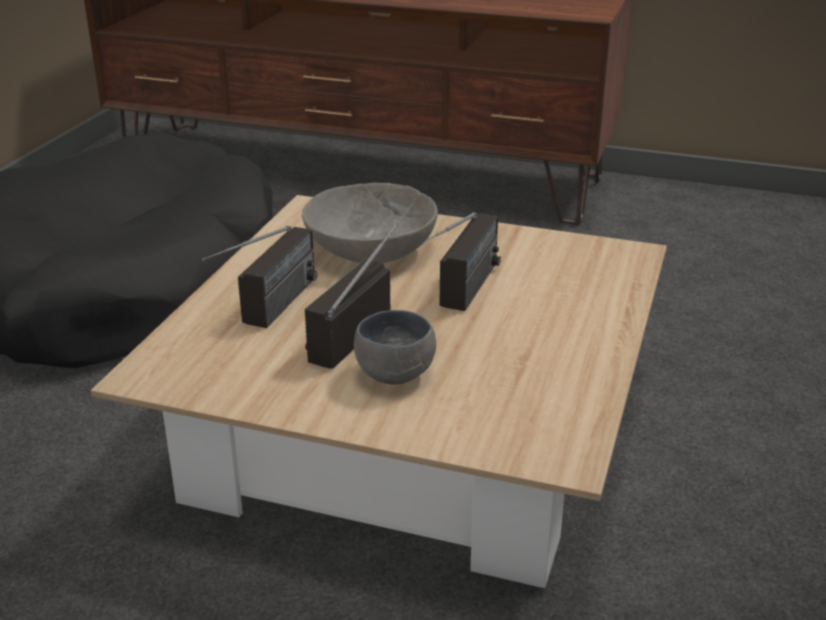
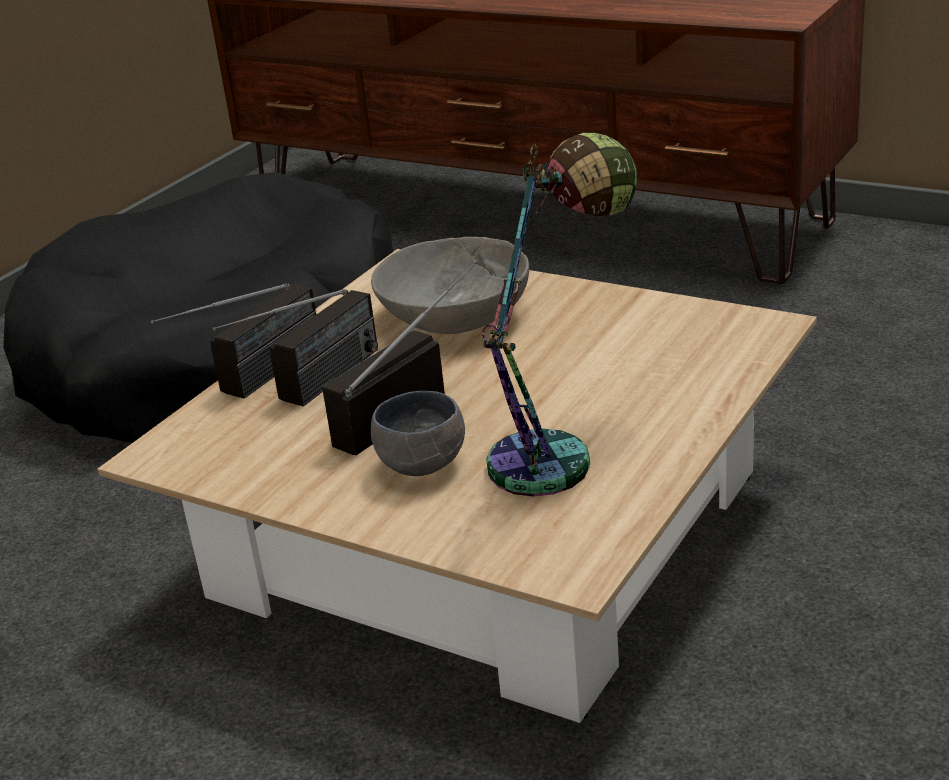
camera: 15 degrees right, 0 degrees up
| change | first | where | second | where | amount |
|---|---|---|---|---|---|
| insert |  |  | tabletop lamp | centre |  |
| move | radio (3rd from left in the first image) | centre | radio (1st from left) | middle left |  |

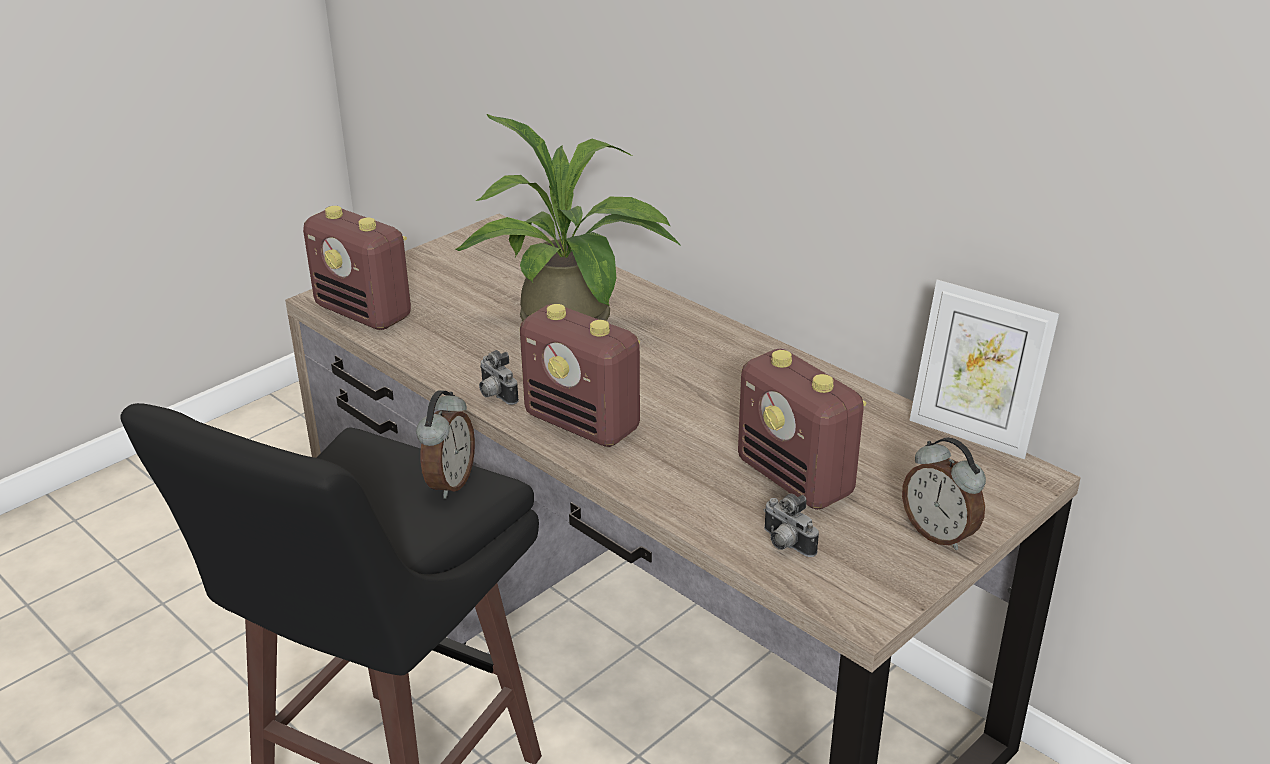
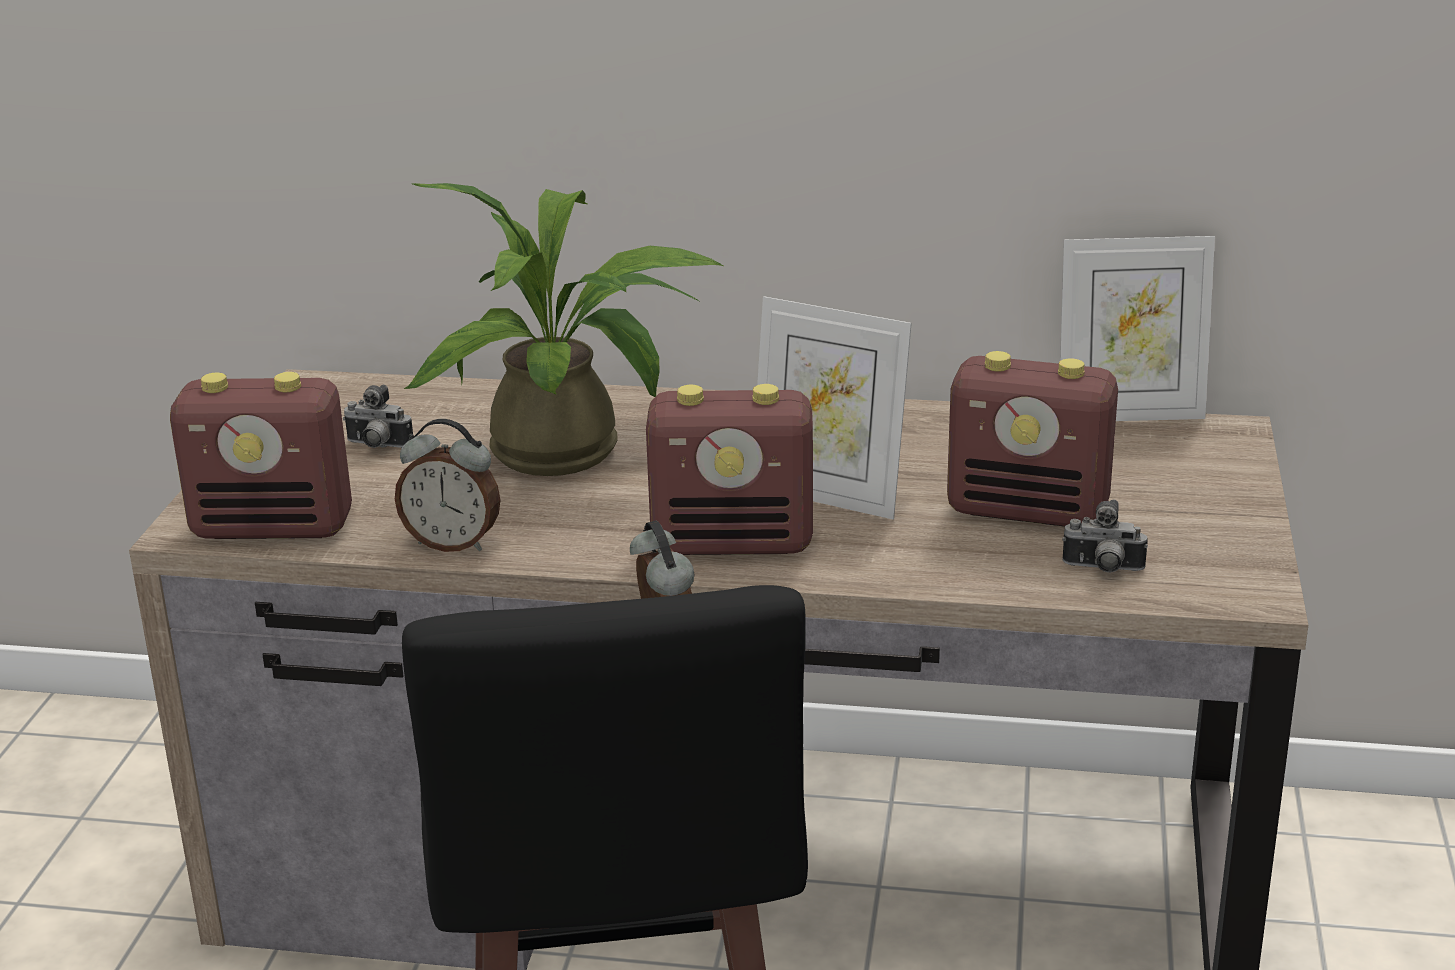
camera: 35 degrees left, 5 degrees down
| change | first | where | second | where | amount |
|---|---|---|---|---|---|
| insert |  |  | picture frame (1st from left) | centre |  |
| move | photo camera (1st from left) | centre |  | middle left |  |
| move | table clock (2nd from left in the first image) | middle right | table clock (1st from left) | middle left |  |

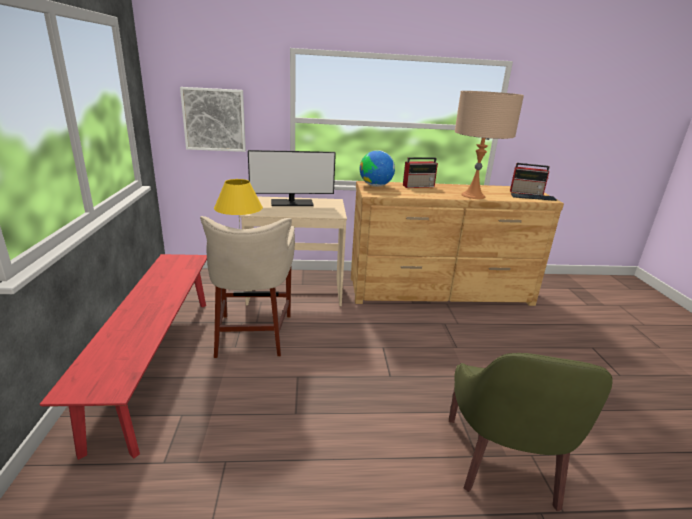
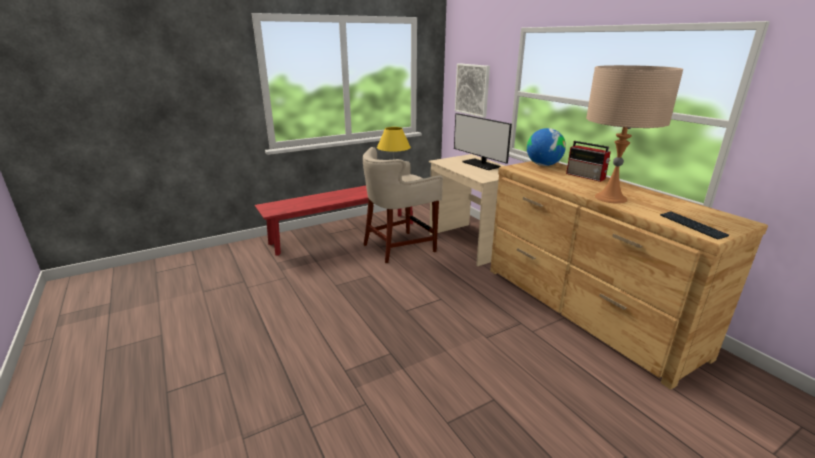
camera: 65 degrees right, 0 degrees up
| change | first | where | second | where | amount |
|---|---|---|---|---|---|
| delete | green armchair | bottom right |  |  |  |
| delete | radio (2nd from left) | middle right |  |  |  |

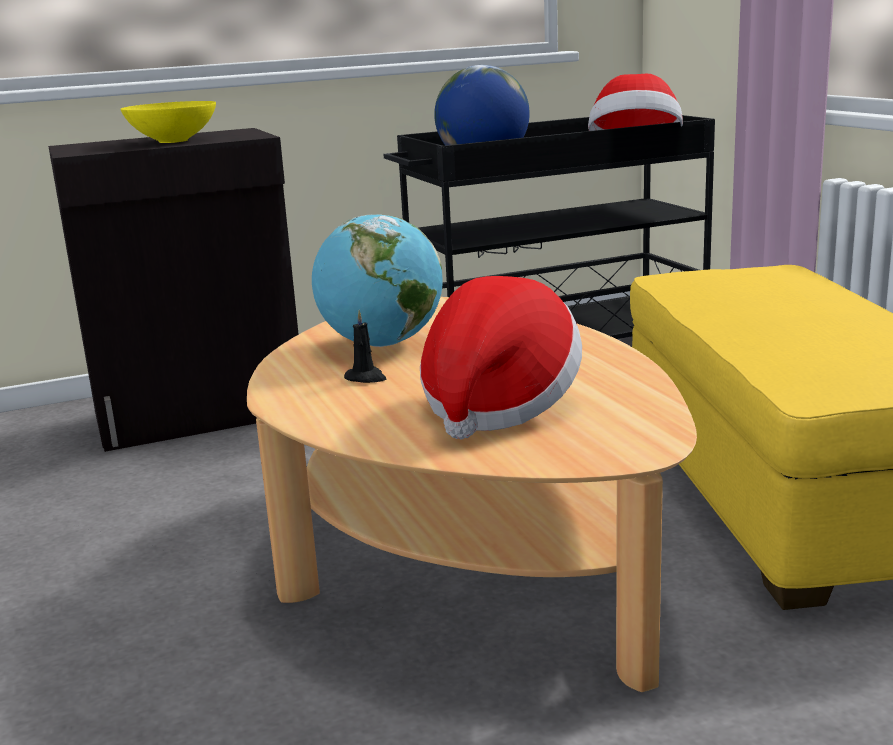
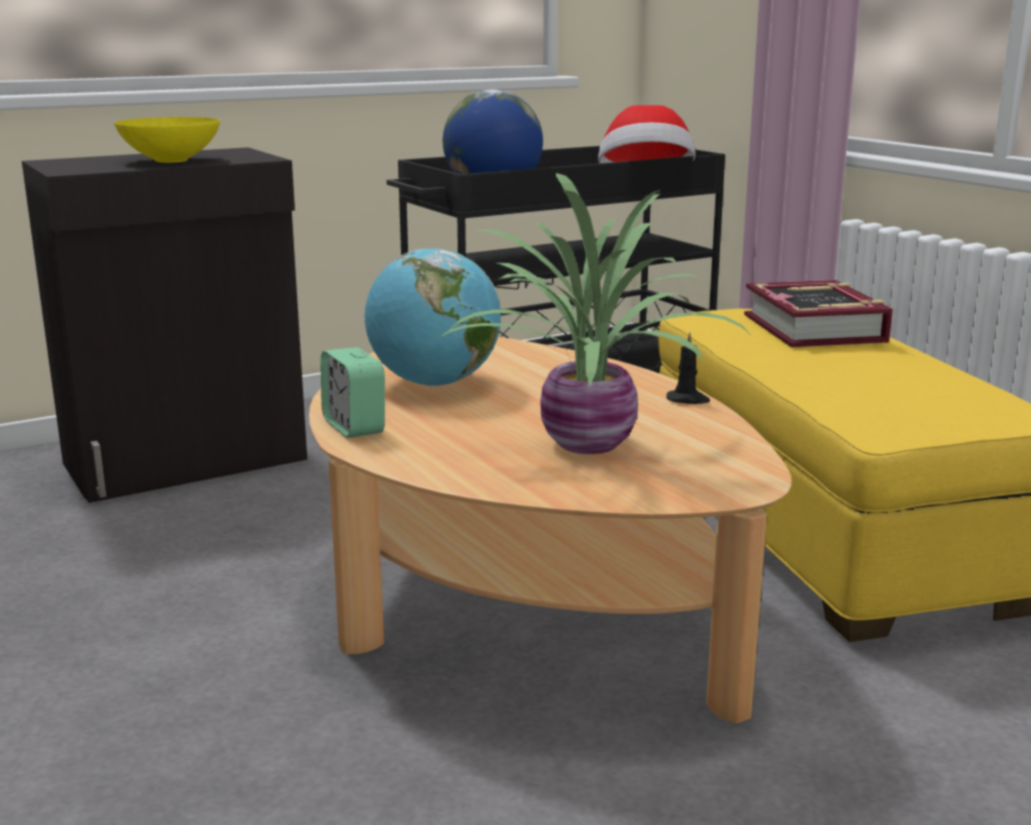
camera: 10 degrees left, 0 degrees up
| change | first | where | second | where | amount |
|---|---|---|---|---|---|
| insert |  |  | table clock | centre |  |
| insert |  |  | bound book | middle right |  |
| move | black candle | centre |  | middle right |  |
| replace | hat (1st from left) | centre | potted plant | centre |  |

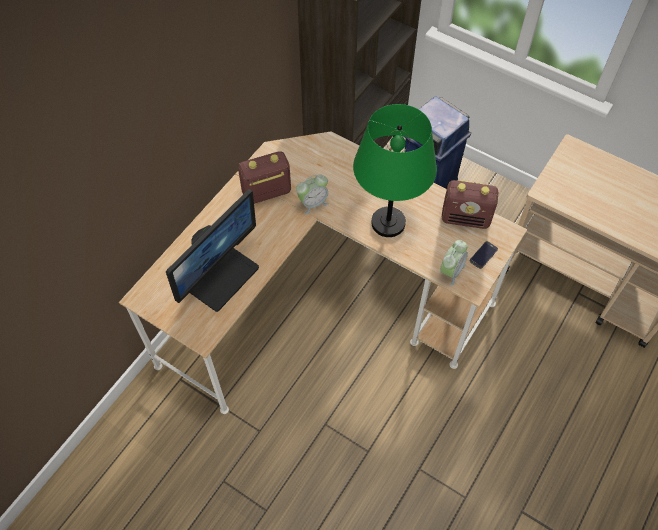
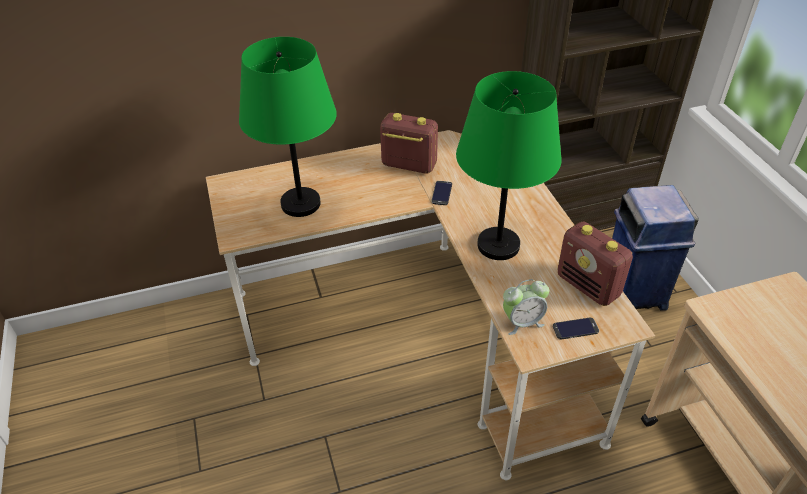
camera: 40 degrees right, 15 degrees down
| change | first | where | second | where | amount |
|---|---|---|---|---|---|
| replace | computer display | middle left | green tabletop lamp (1st from left) | top centre |  |
| replace | table clock (1st from left) | centre | telephone (1st from left) | centre |  |

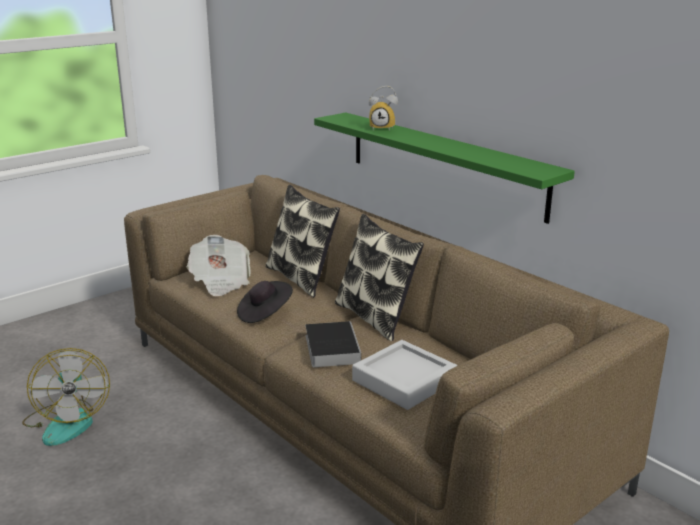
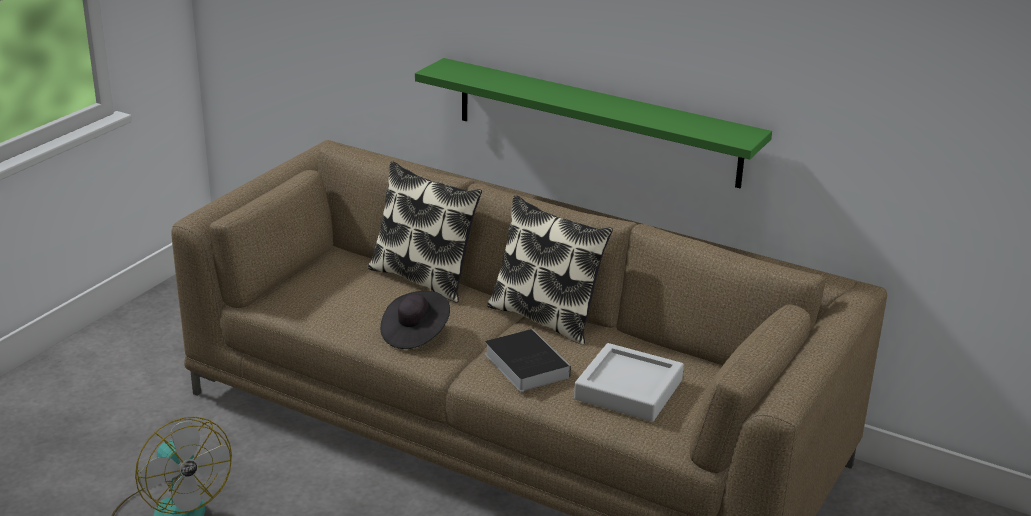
camera: 20 degrees left, 5 degrees up
| change | first | where | second | where | amount |
|---|---|---|---|---|---|
| delete | printed paper | middle left |  |  |  |
| delete | table clock | top centre |  |  |  |

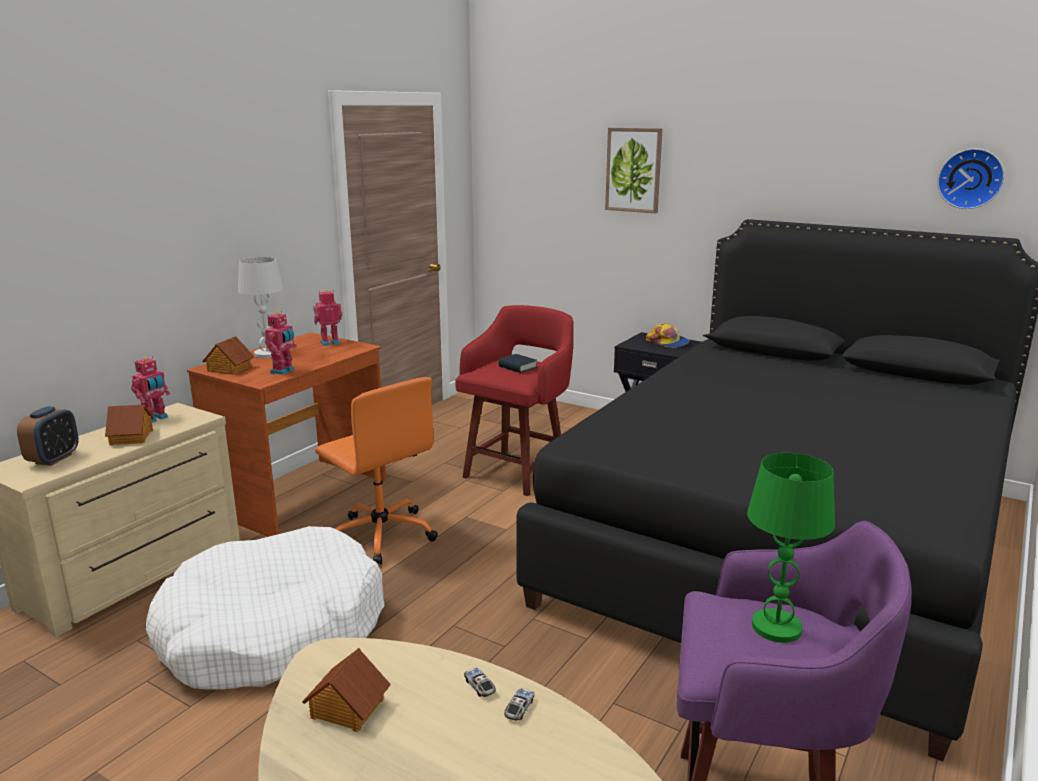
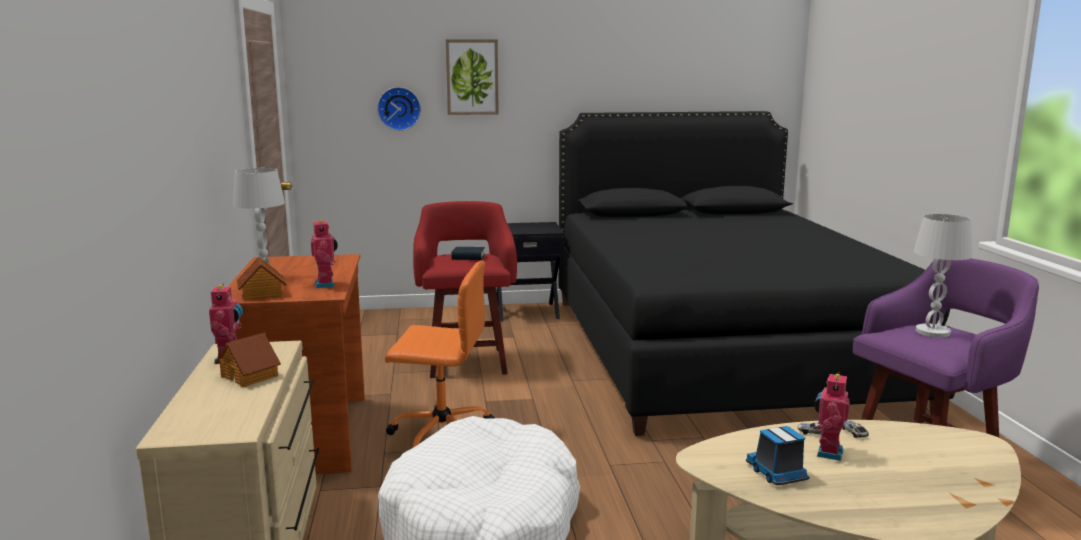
camera: 40 degrees left, 5 degrees down
| change | first | where | second | where | amount |
|---|---|---|---|---|---|
| delete | table clock | middle left |  |  |  |
| delete | baseball cap | centre |  |  |  |
| move | robot figure (3rd from left) | middle left |  | bottom right |  |
| move | clock on the wall | top right |  | top centre |  |
| replace | toy house (3rd from left) | bottom centre | toy lorry | bottom right |  |
| recolor | green tabletop lamp | bottom right | white tabletop lamp (2nd from left) | middle right |  |

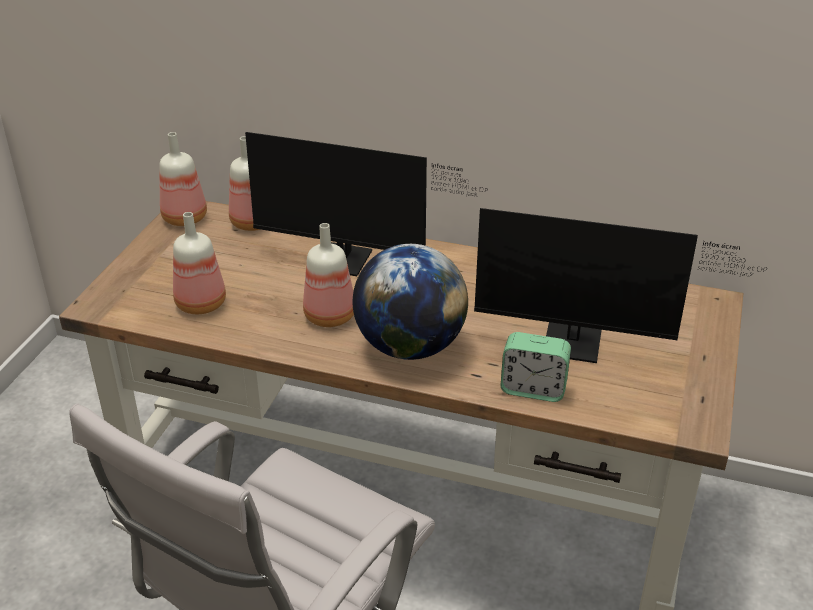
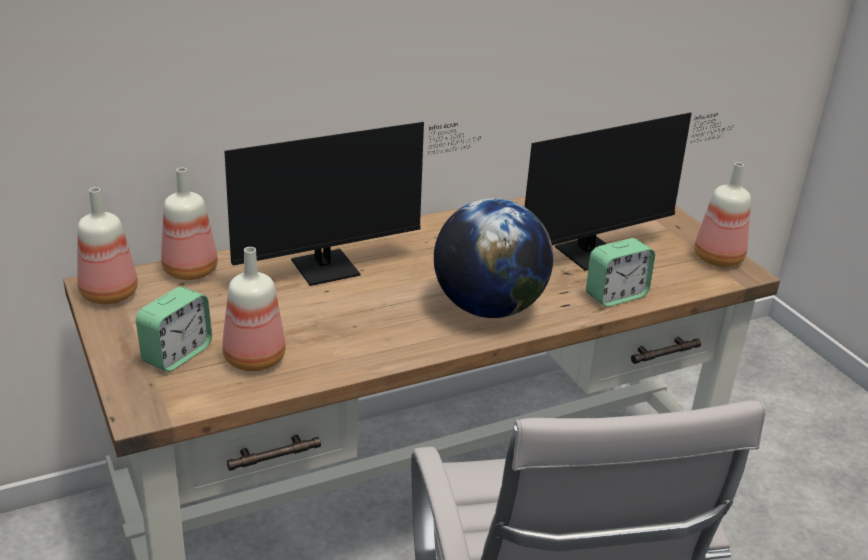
camera: 45 degrees left, 5 degrees down
| change | first | where | second | where | amount |
|---|---|---|---|---|---|
| insert |  |  | table clock (1st from left) | middle left |  |
| move | beverage bottle (4th from left) | centre |  | middle right |  |

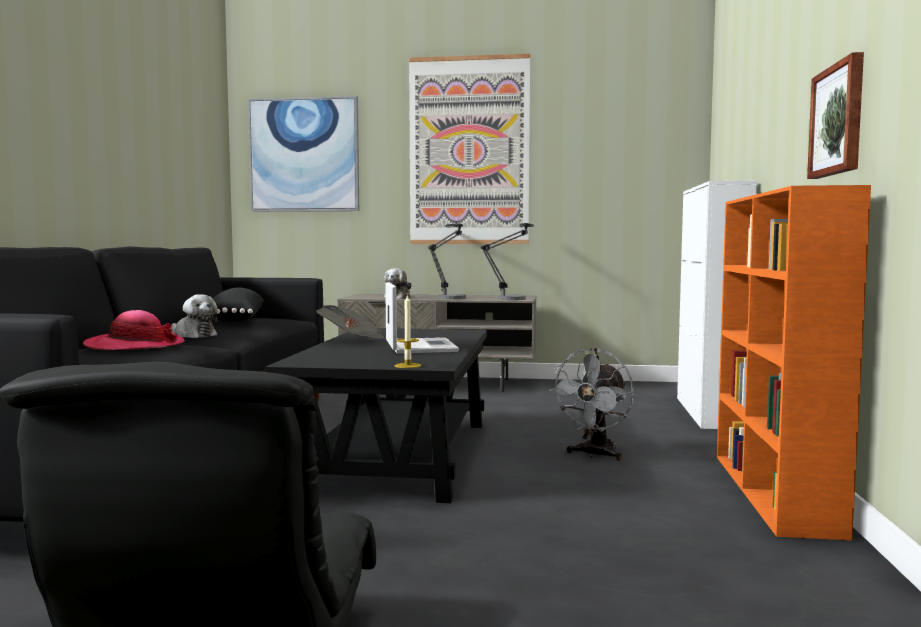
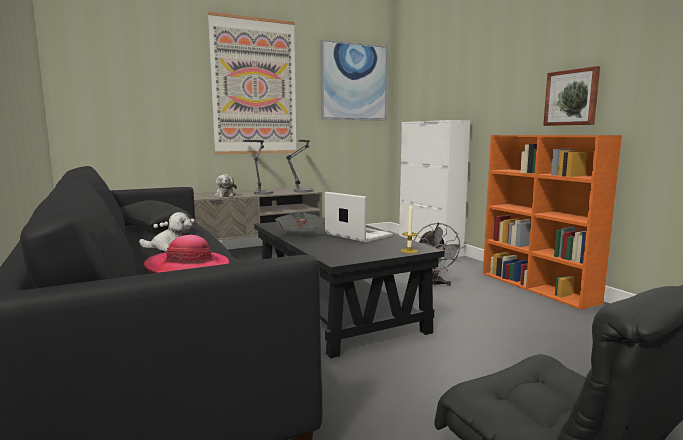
camera: 35 degrees left, 5 degrees up
| change | first | where | second | where | amount |
|---|---|---|---|---|---|
| move | wall picture (1st from left in the first image) | top left | wall picture (2nd from left) | top centre |  |

